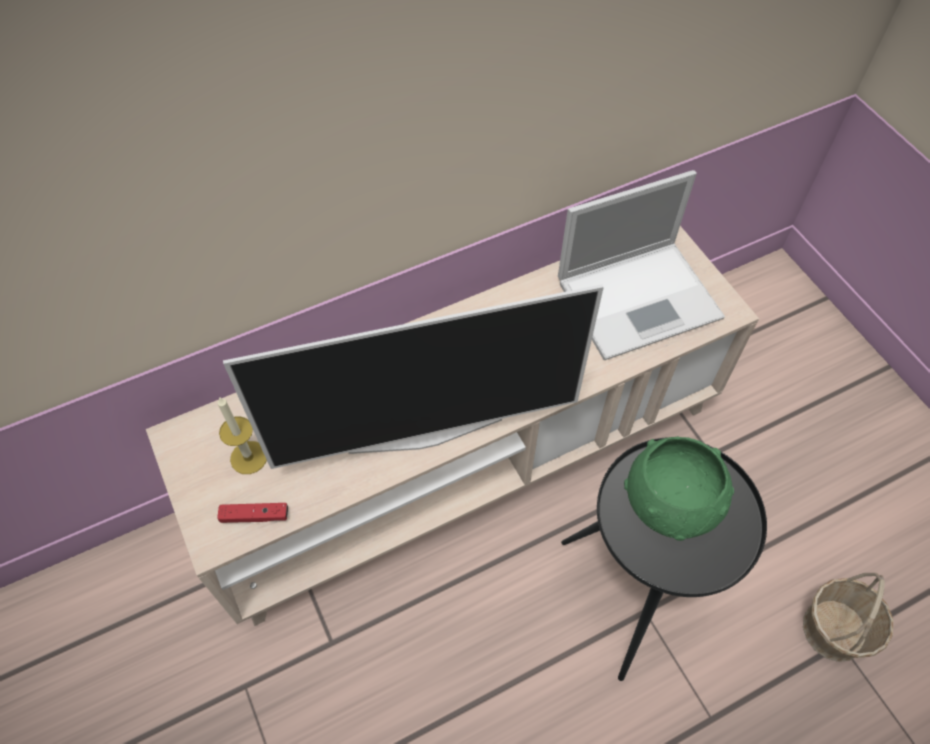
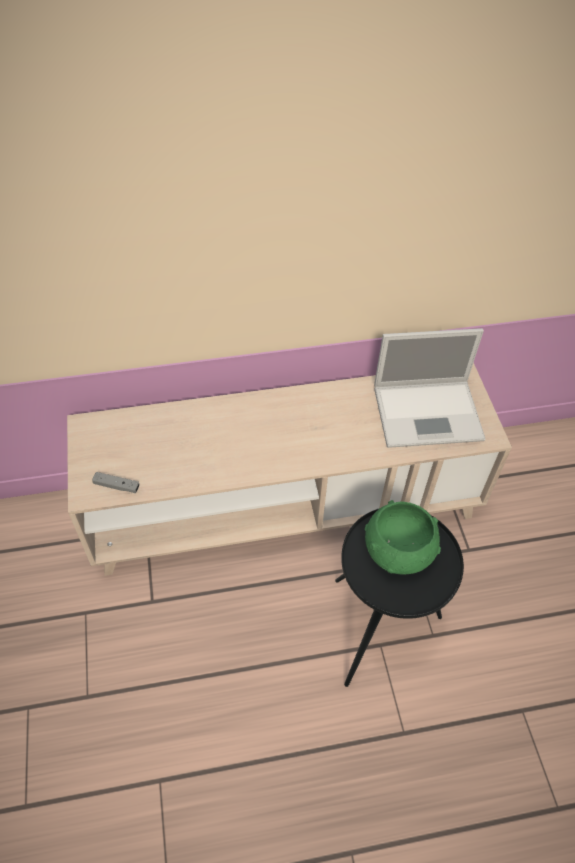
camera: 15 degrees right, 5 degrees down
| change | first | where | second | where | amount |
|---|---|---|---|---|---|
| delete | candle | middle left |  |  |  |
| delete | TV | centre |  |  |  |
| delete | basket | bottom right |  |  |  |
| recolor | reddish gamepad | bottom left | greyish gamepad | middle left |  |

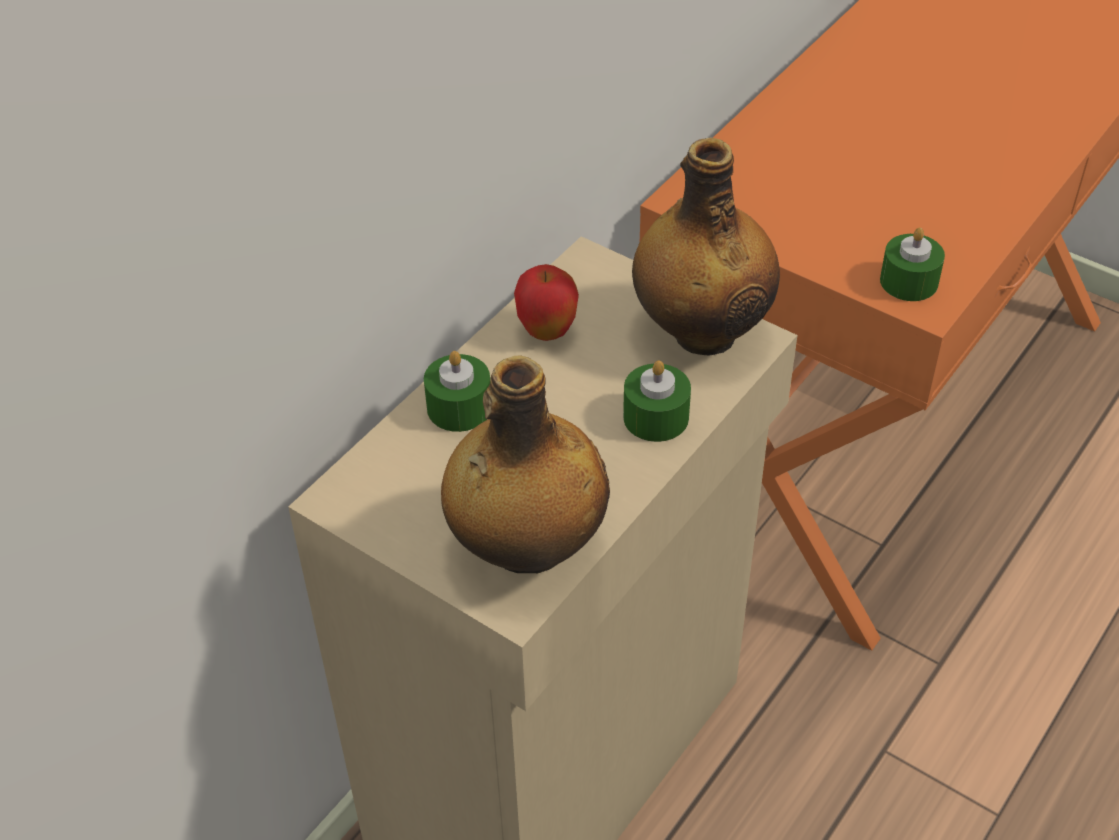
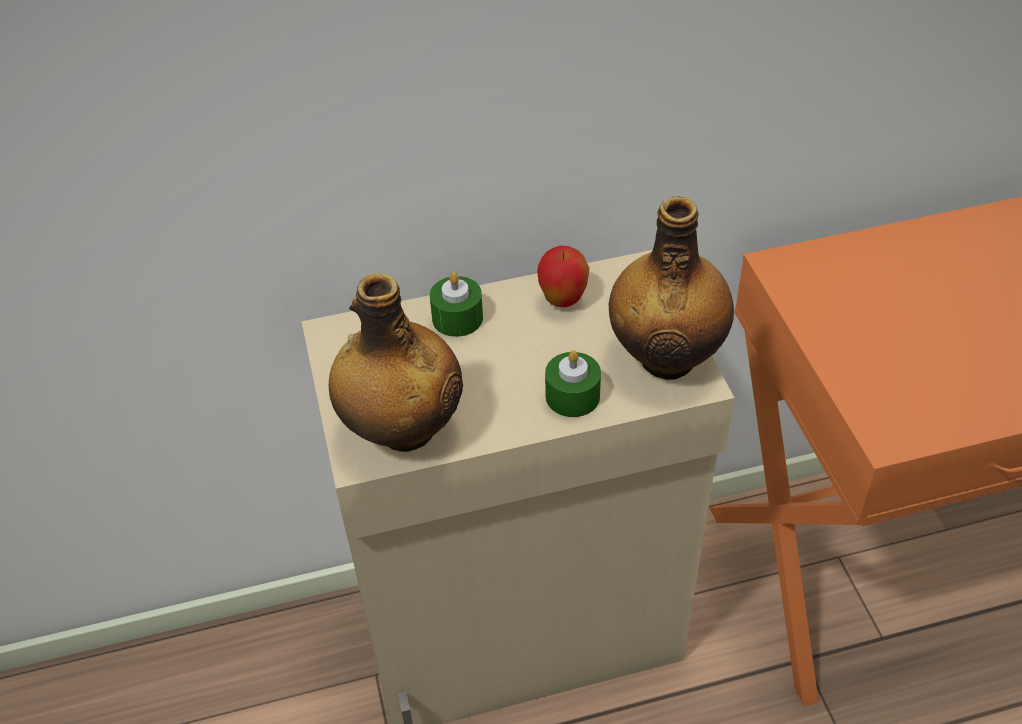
camera: 40 degrees right, 0 degrees up
| change | first | where | second | where | amount |
|---|---|---|---|---|---|
| delete | green candle (3rd from left) | top right |  |  |  |

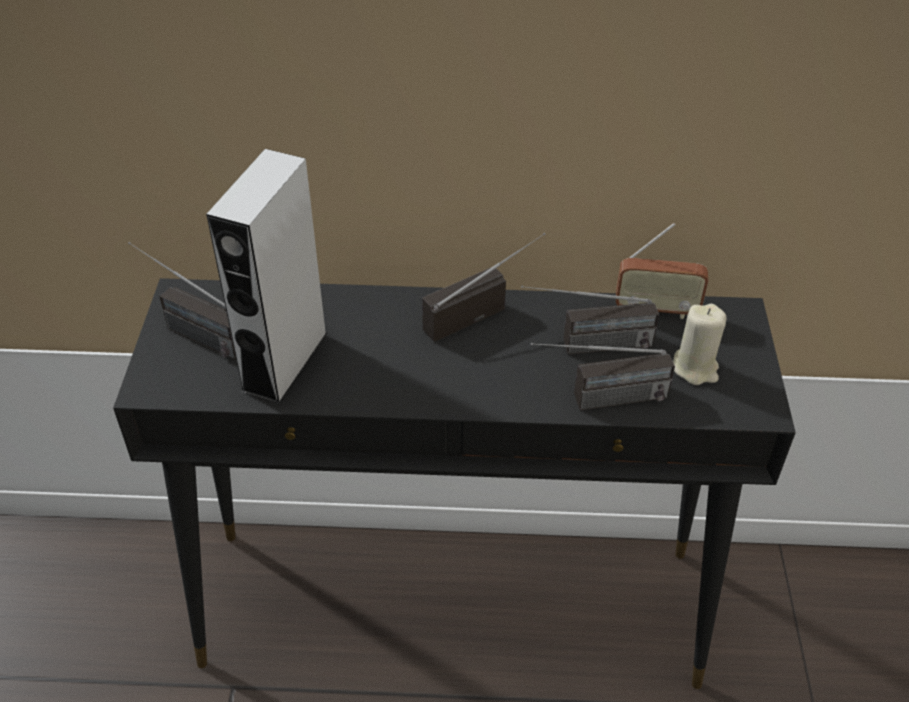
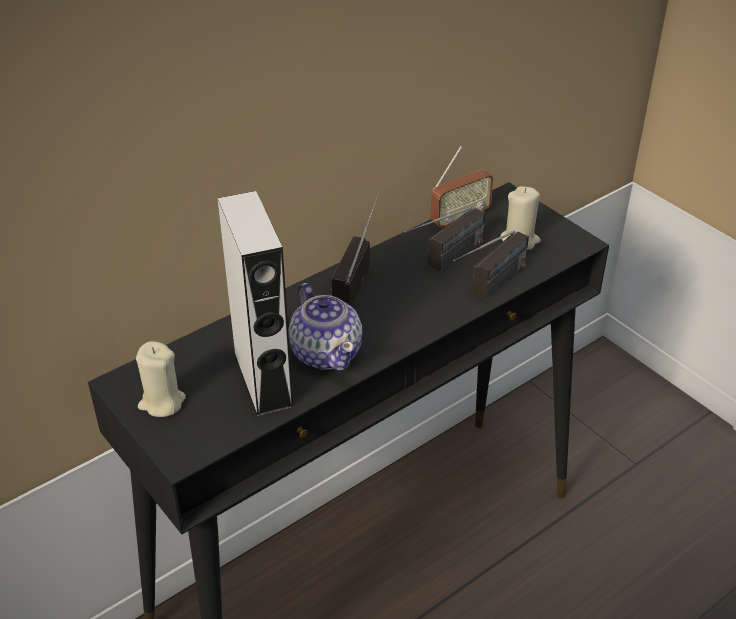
camera: 40 degrees left, 5 degrees down
| change | first | where | second | where | amount |
|---|---|---|---|---|---|
| insert |  |  | teapot | centre |  |
| replace | radio (1st from left) | middle left | beige candle (1st from left) | middle left |  |

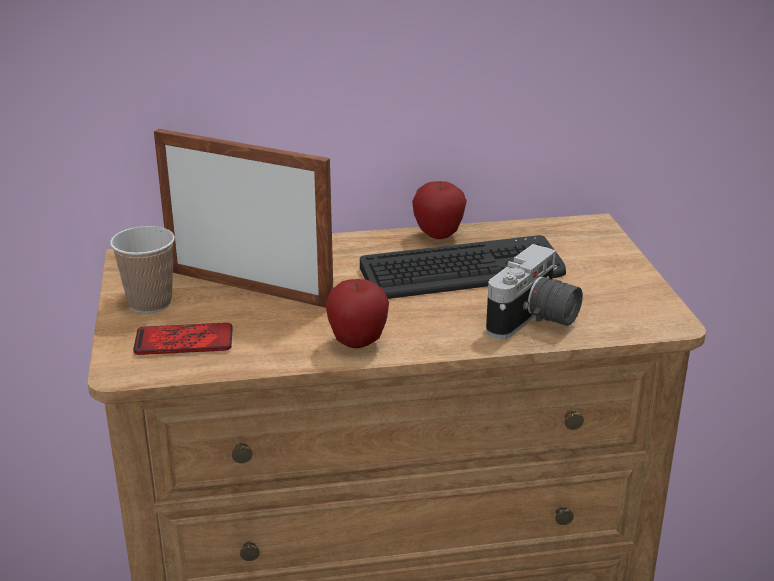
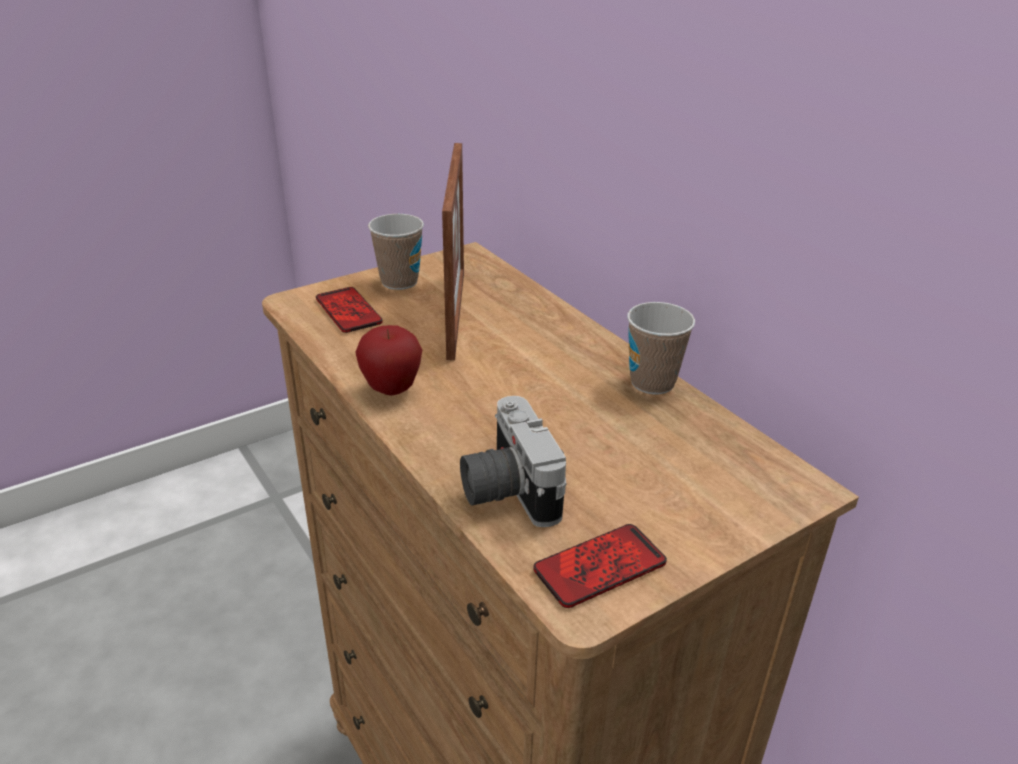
camera: 65 degrees right, 5 degrees up
| change | first | where | second | where | amount |
|---|---|---|---|---|---|
| delete | computer keyboard | centre |  |  |  |
| insert |  |  | telephone (2nd from left) | bottom centre |  |
| replace | whole apple (2nd from left) | centre | drinking cup (2nd from left) | centre |  |
| rotate | photo camera | middle right |  | centre | 60 degrees clockwise |

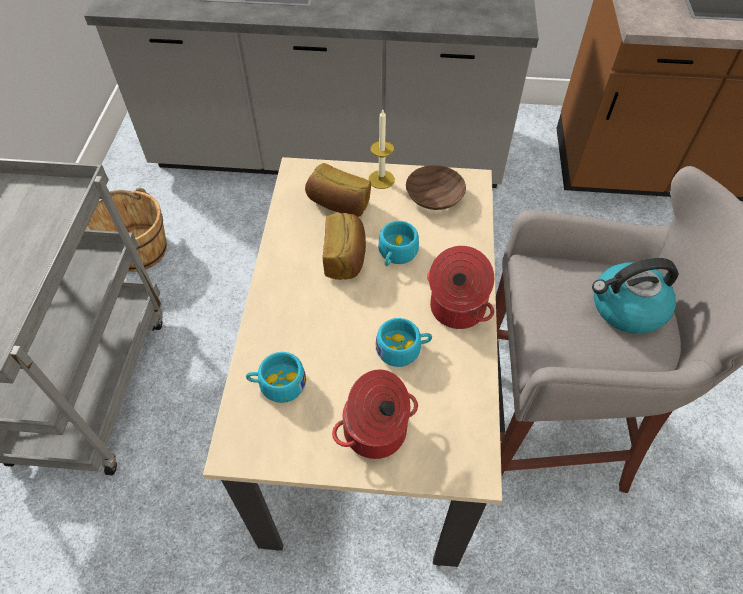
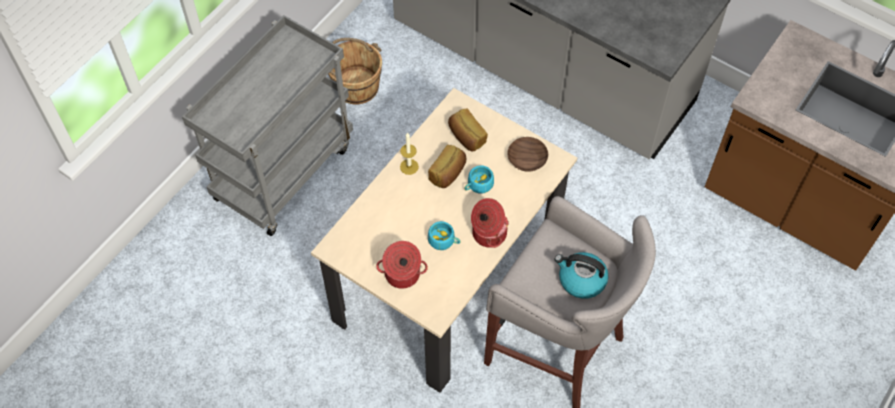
camera: 30 degrees right, 5 degrees up
| change | first | where | second | where | amount |
|---|---|---|---|---|---|
| delete | turquoise drinking cup (1st from left) | centre |  |  |  |
| move | candle | top centre |  | centre |  |

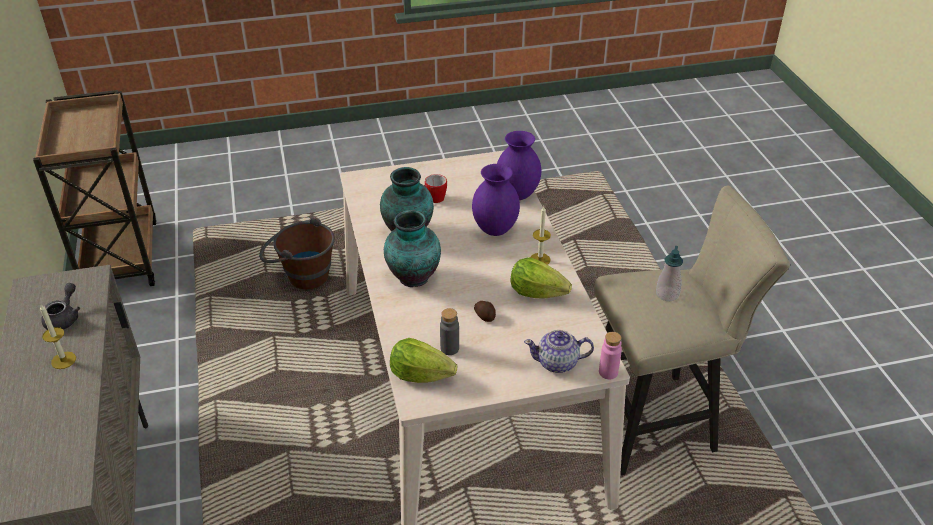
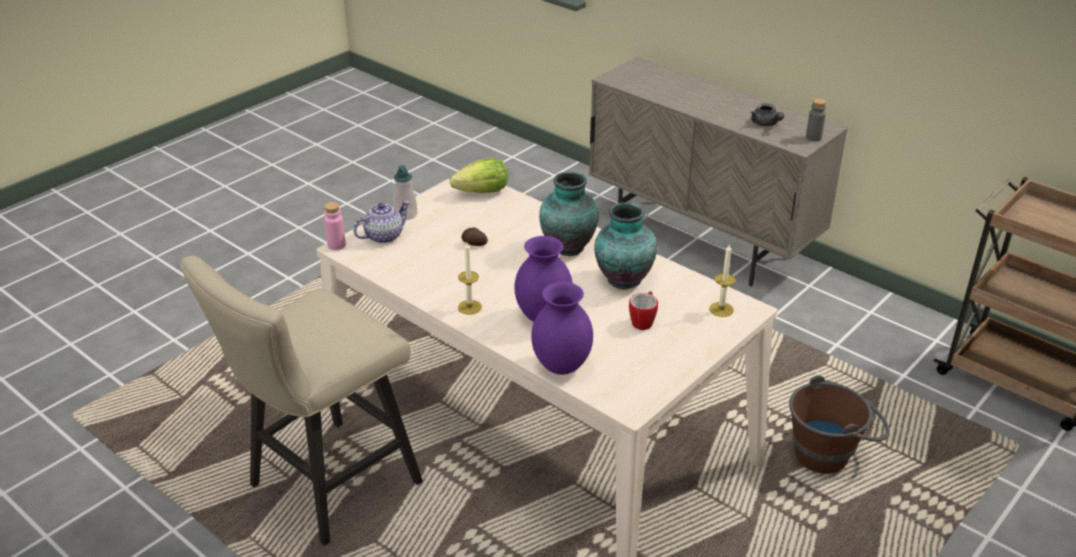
camera: 145 degrees right, 5 degrees down
| change | first | where | second | where | amount |
|---|---|---|---|---|---|
| delete | lettuce head (2nd from left) | centre |  |  |  |
| move | candle (1st from left in the first image) | middle left | candle (2nd from left) | middle right |  |
| move | greyish beverage bottle | centre |  | top right |  |
| move | liquid soap bottle | middle right |  | centre |  |

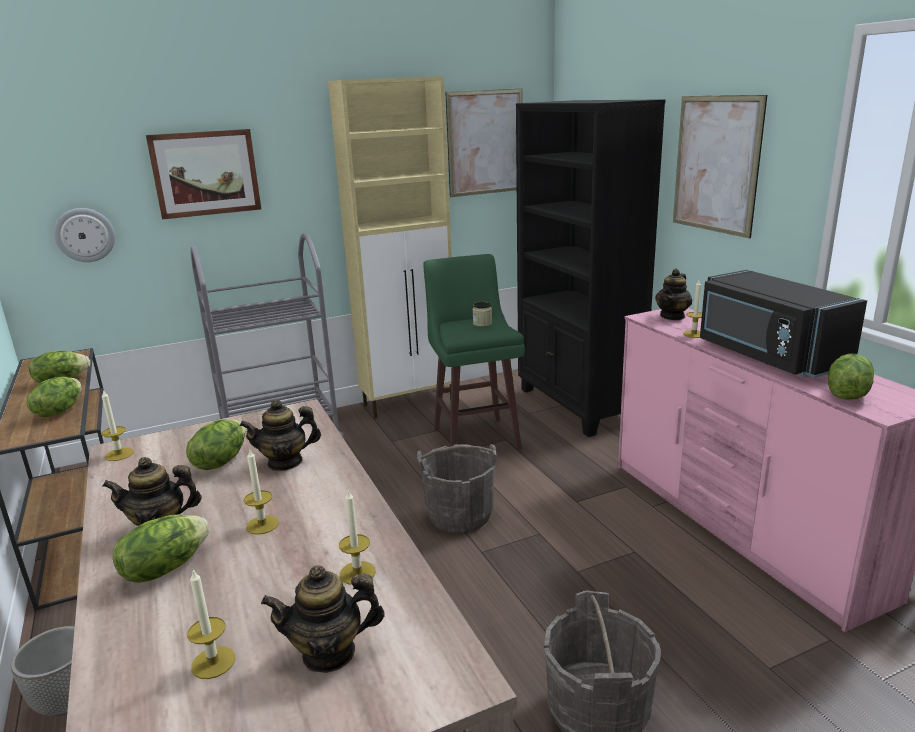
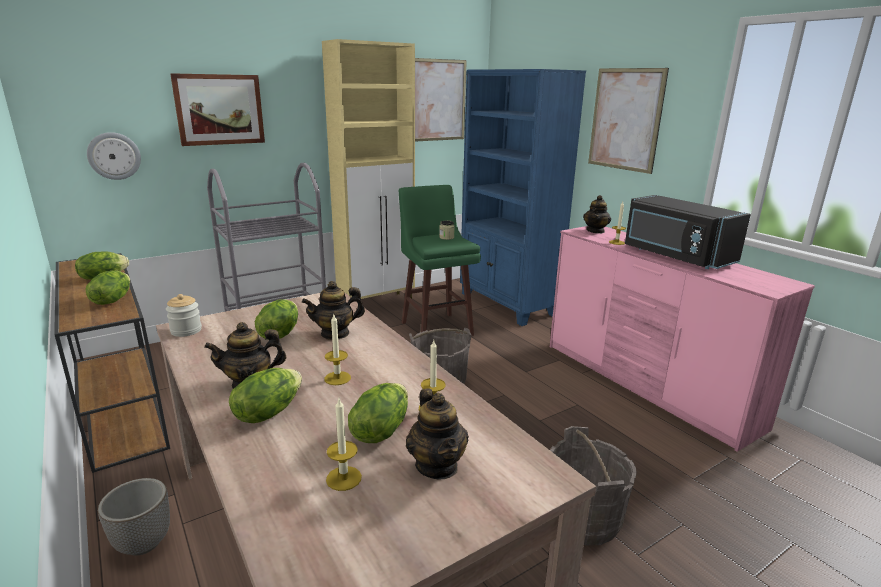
camera: 10 degrees left, 0 degrees up
| change | first | where | second | where | amount |
|---|---|---|---|---|---|
| move | lettuce head (5th from left) | middle right |  | bottom centre |  |
| replace | candle (1st from left) | middle left | jar (1st from left) | middle left |  |
| recolor | black bookcase | centre | bluish bookcase | centre |  |
| rotate | teapot (3rd from left) | bottom centre |  | bottom centre | 90 degrees counterclockwise |

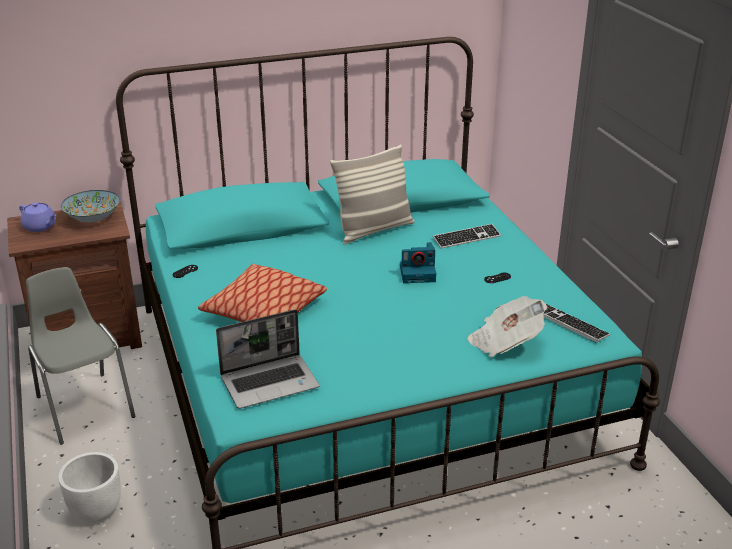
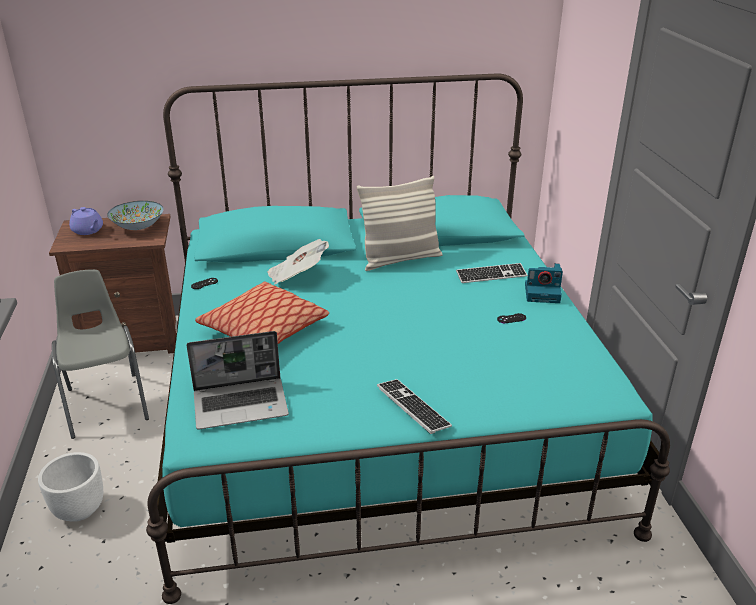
camera: 10 degrees right, 0 degrees up
| change | first | where | second | where | amount |
|---|---|---|---|---|---|
| move | photo camera | centre |  | middle right |  |
| move | printed paper | middle right |  | centre |  |
| move | computer keyboard (2nd from left in the first image) | middle right | computer keyboard (1st from left) | bottom centre |  |

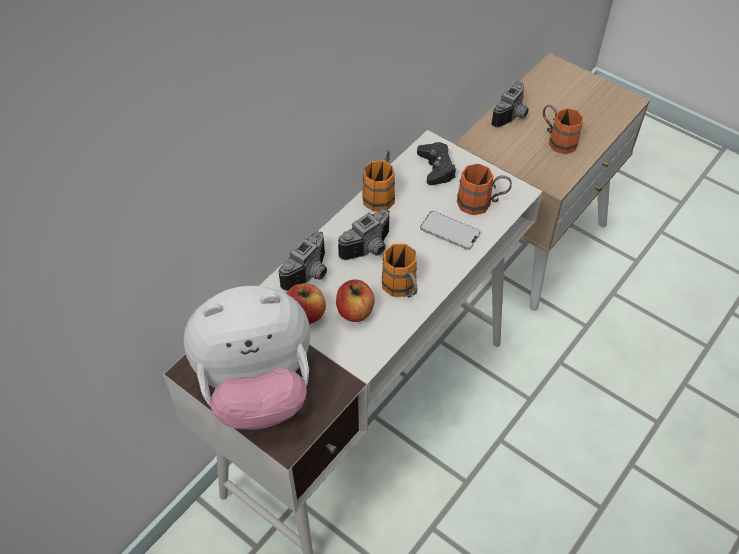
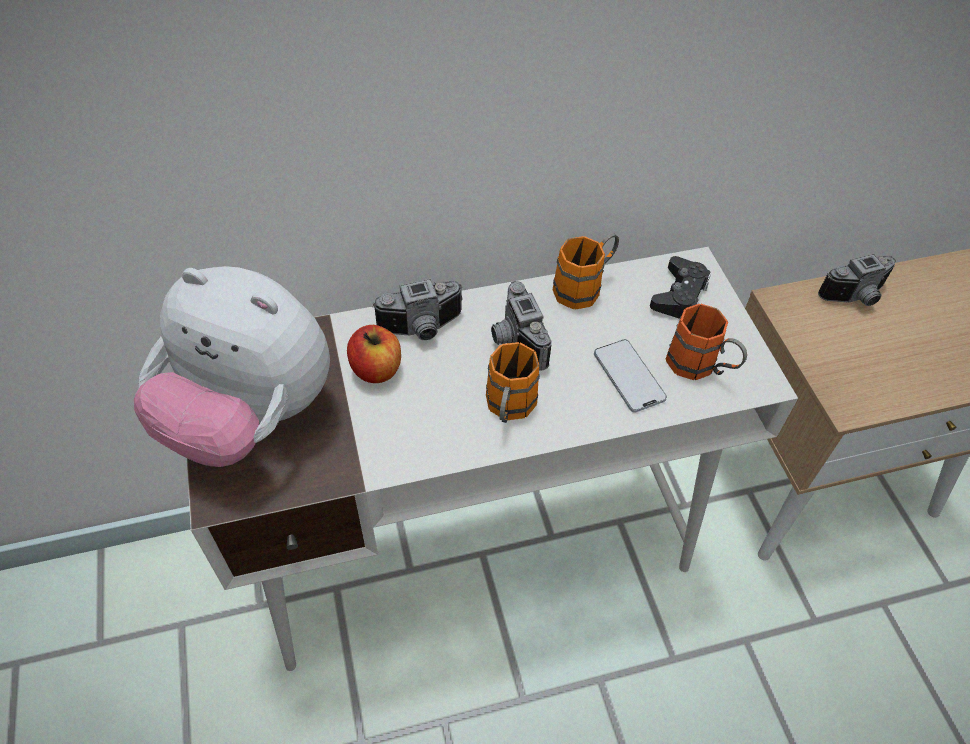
camera: 35 degrees right, 0 degrees up
| change | first | where | second | where | amount |
|---|---|---|---|---|---|
| delete | whole apple (2nd from left) | centre |  |  |  |
| delete | orange-coloured tea mug (4th from left) | top right |  |  |  |
| rotate | photo camera (2nd from left) | centre |  | centre | 75 degrees clockwise |

